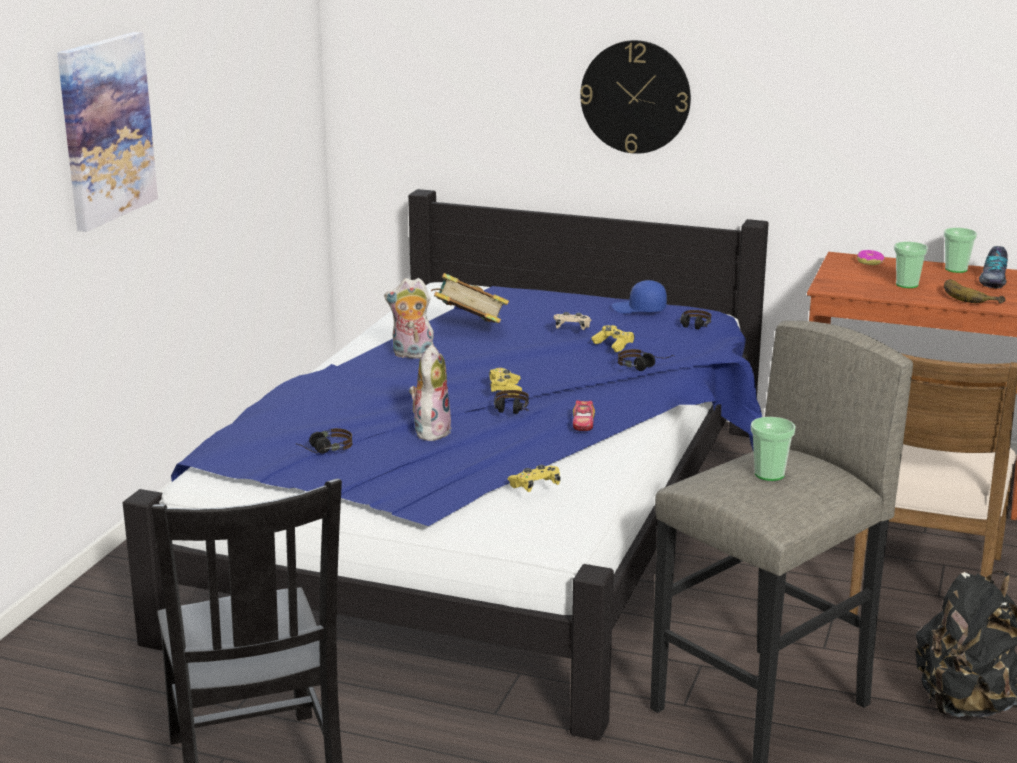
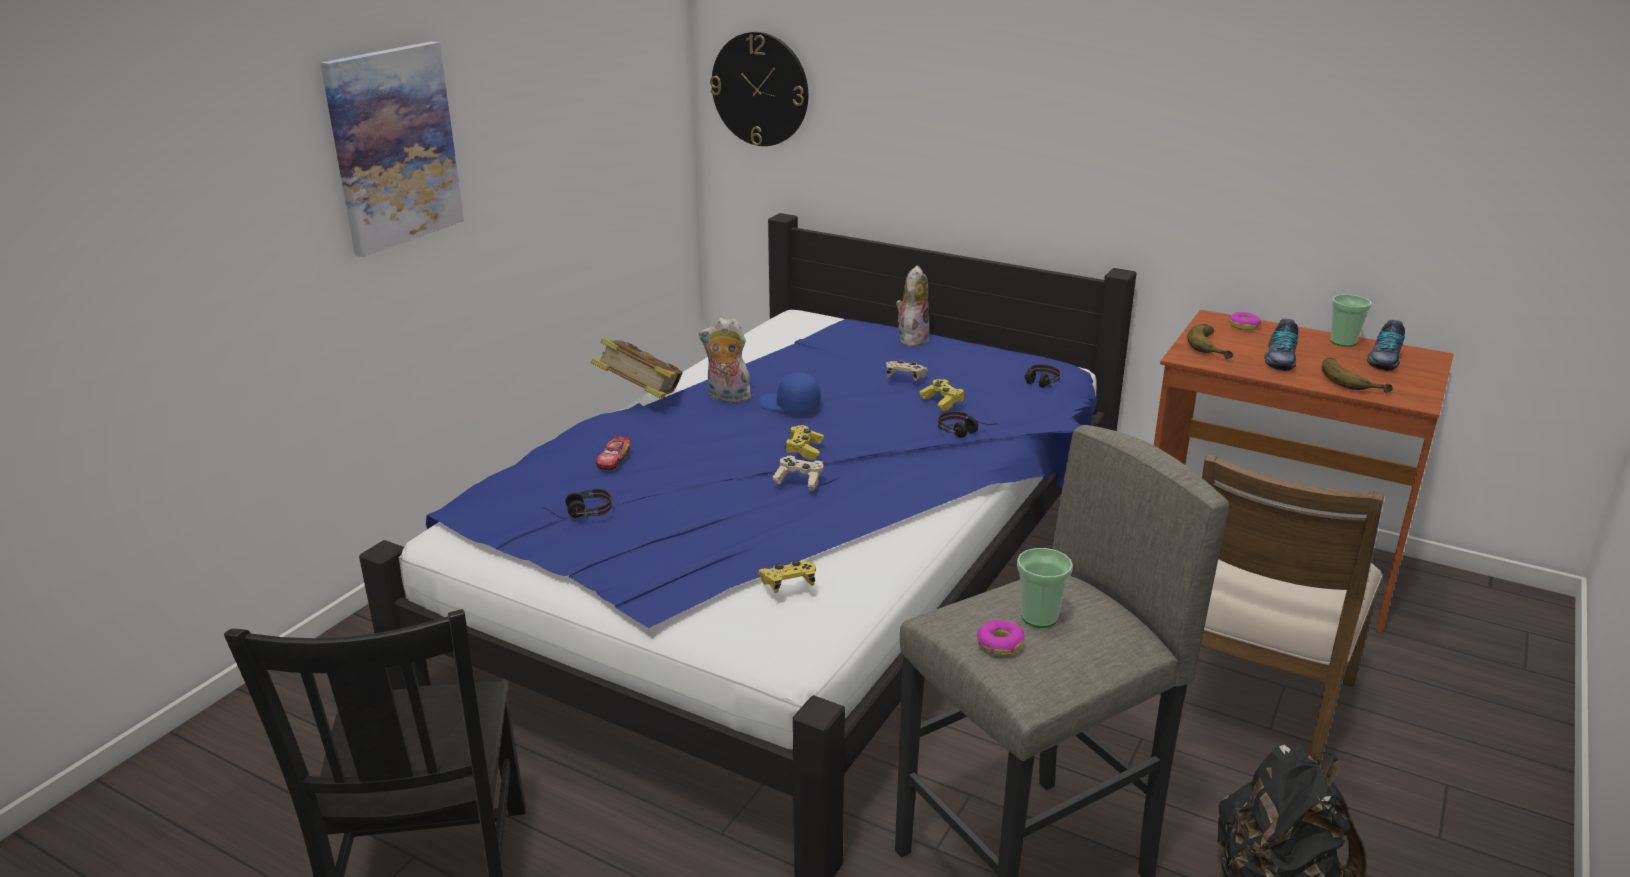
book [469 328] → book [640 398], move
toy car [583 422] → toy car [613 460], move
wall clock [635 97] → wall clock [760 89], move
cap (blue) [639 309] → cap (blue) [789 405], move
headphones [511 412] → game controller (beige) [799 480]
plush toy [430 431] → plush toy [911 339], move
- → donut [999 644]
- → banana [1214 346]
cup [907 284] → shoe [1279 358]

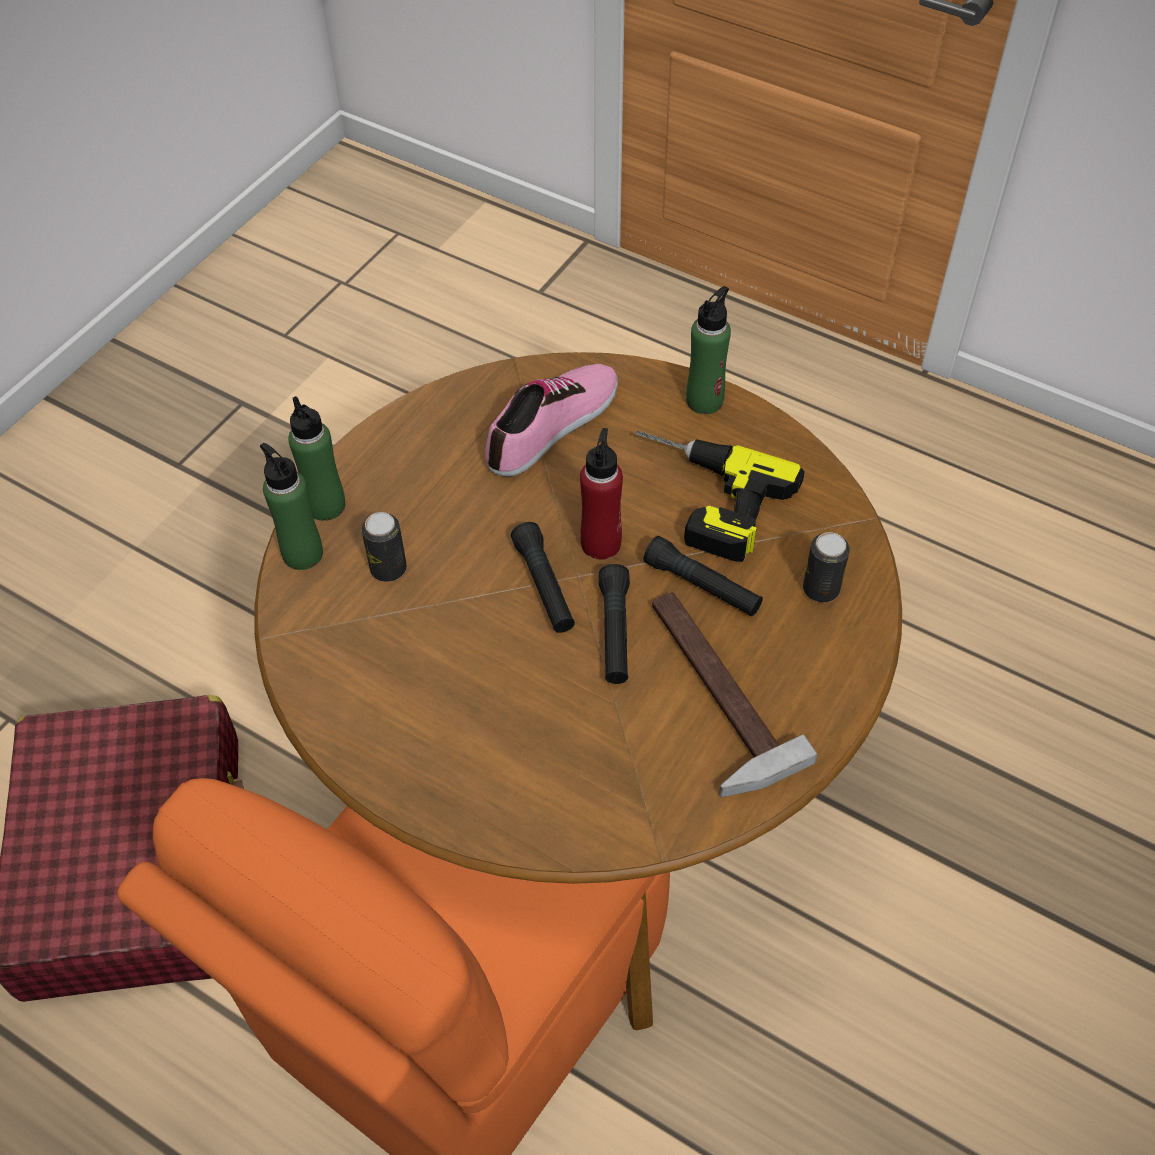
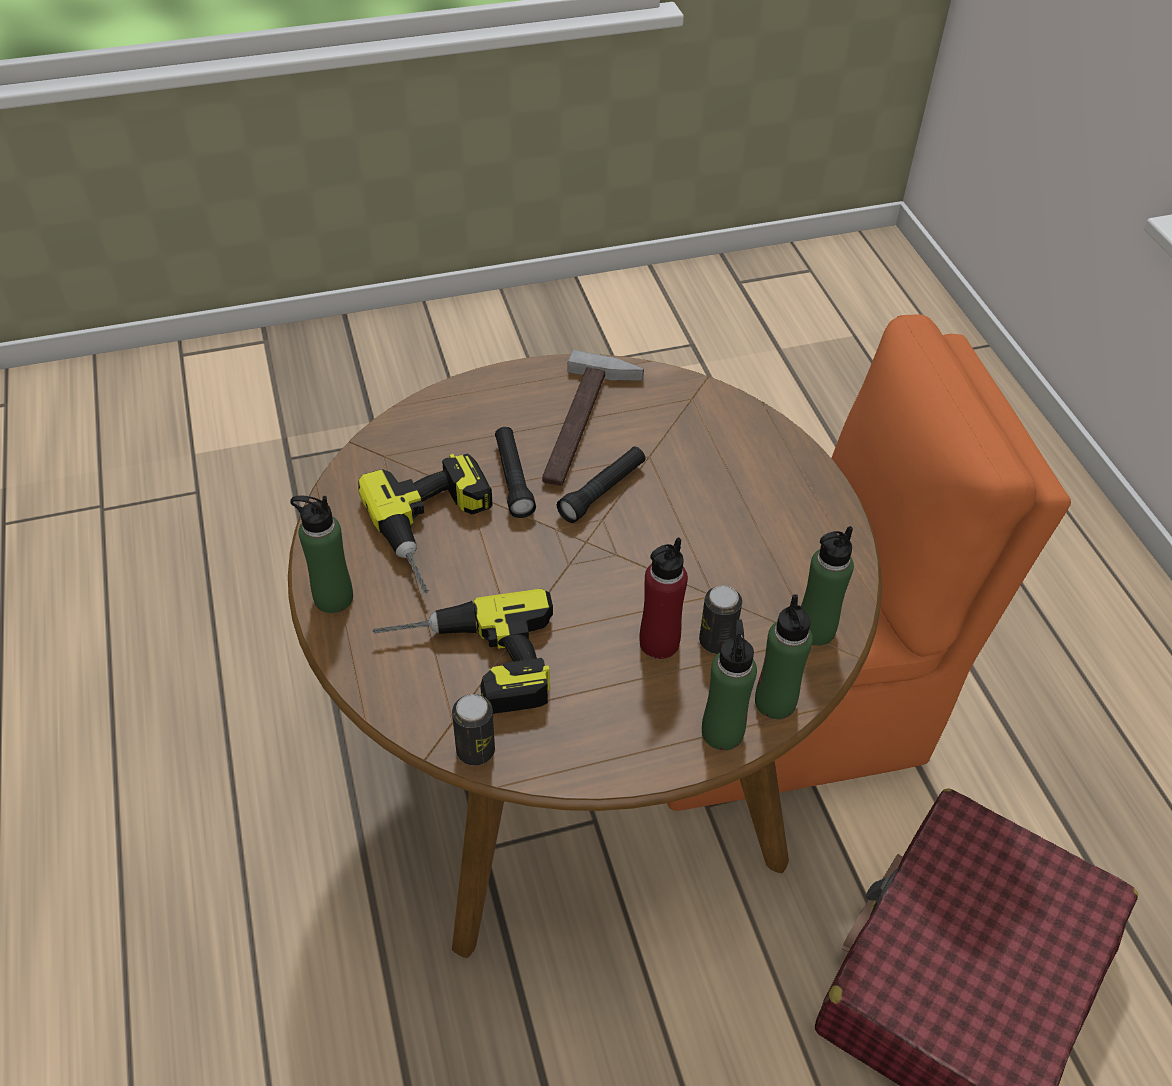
shoe [553 426] → power drill [469 664]
can [821 589] → can [475 750], move
bottle (red) [601 543] → bottle (red) [659 643], move
- → bottle (green) [815 630]
flashlight (black) [544 586] → -

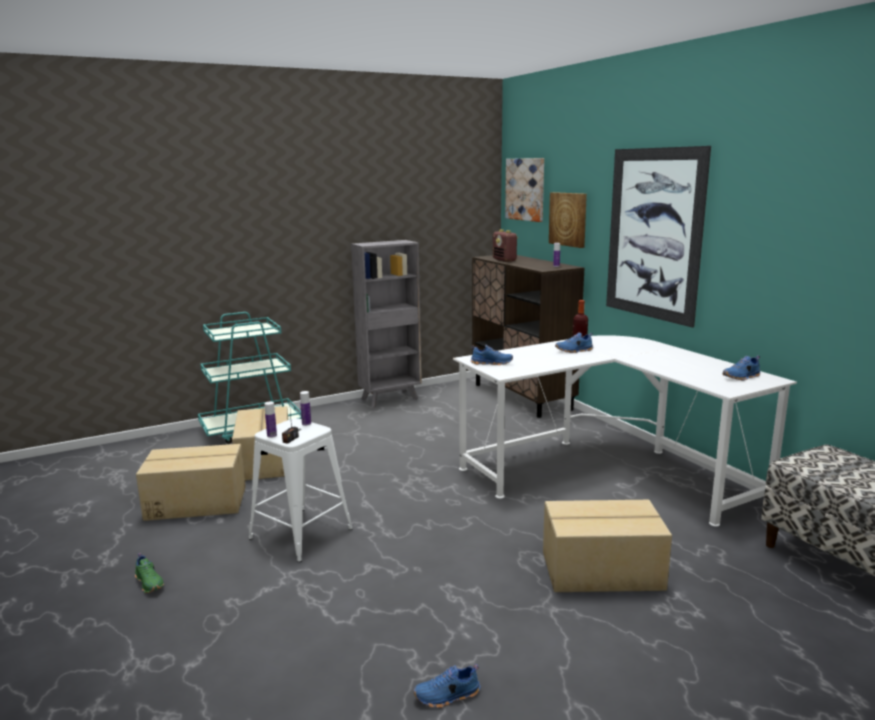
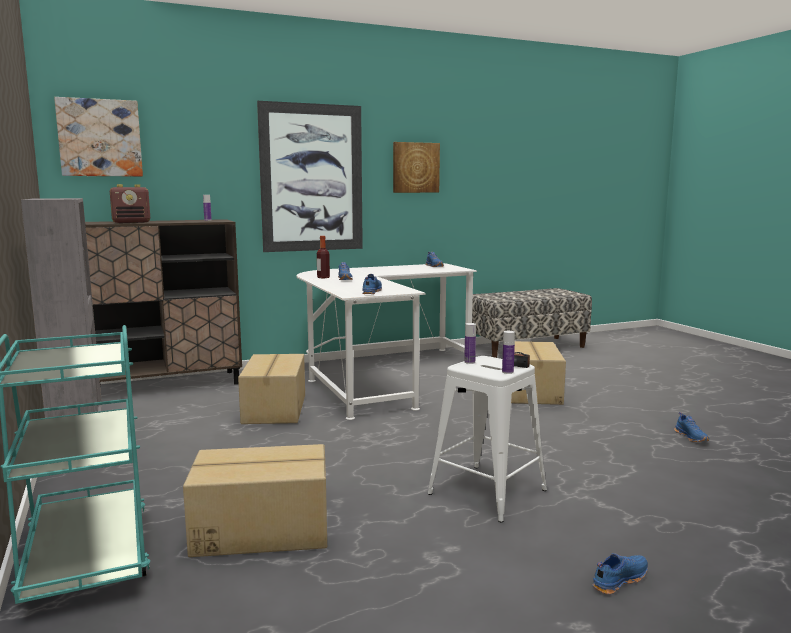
cardboard box [196 502] → cardboard box [273 409], move
picture [568 219] → picture [415 167], move
shoe (green) [150 583] → shoe (blue) [618 580]

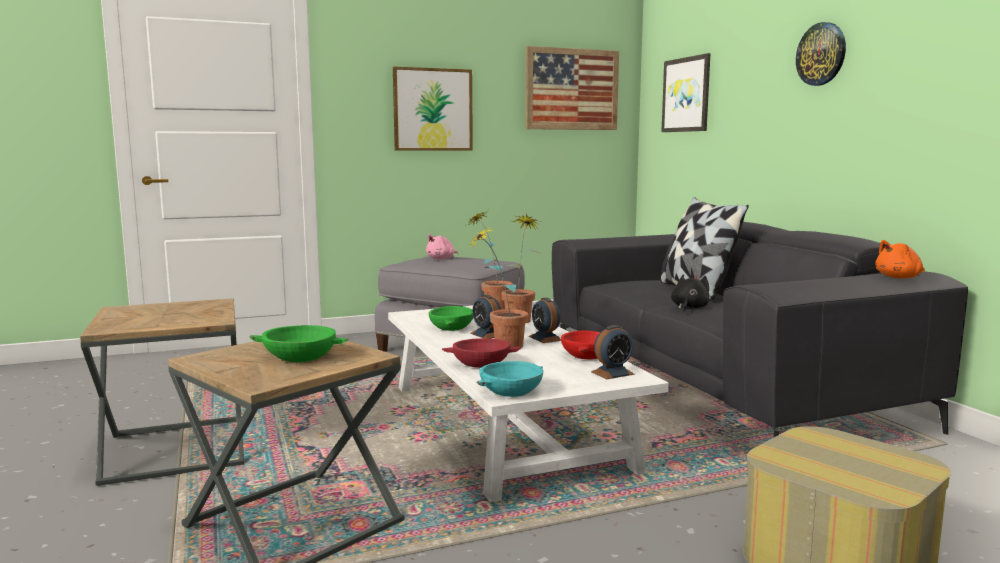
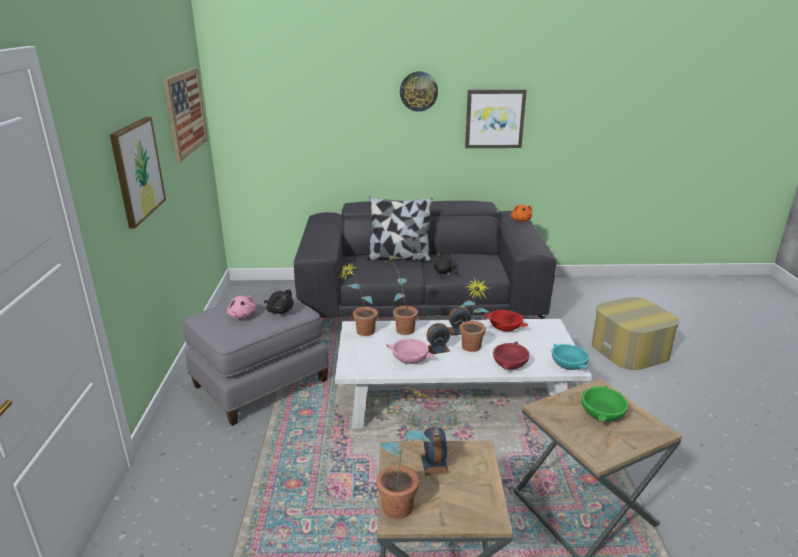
- → plush toy (black) [279 310]
- → potted plant [404 501]
bowl (green) [452 328] → bowl (pink) [410 358]
alarm clock [612 373] → alarm clock [434 463], move
picture [686 95] → picture [494 119], move

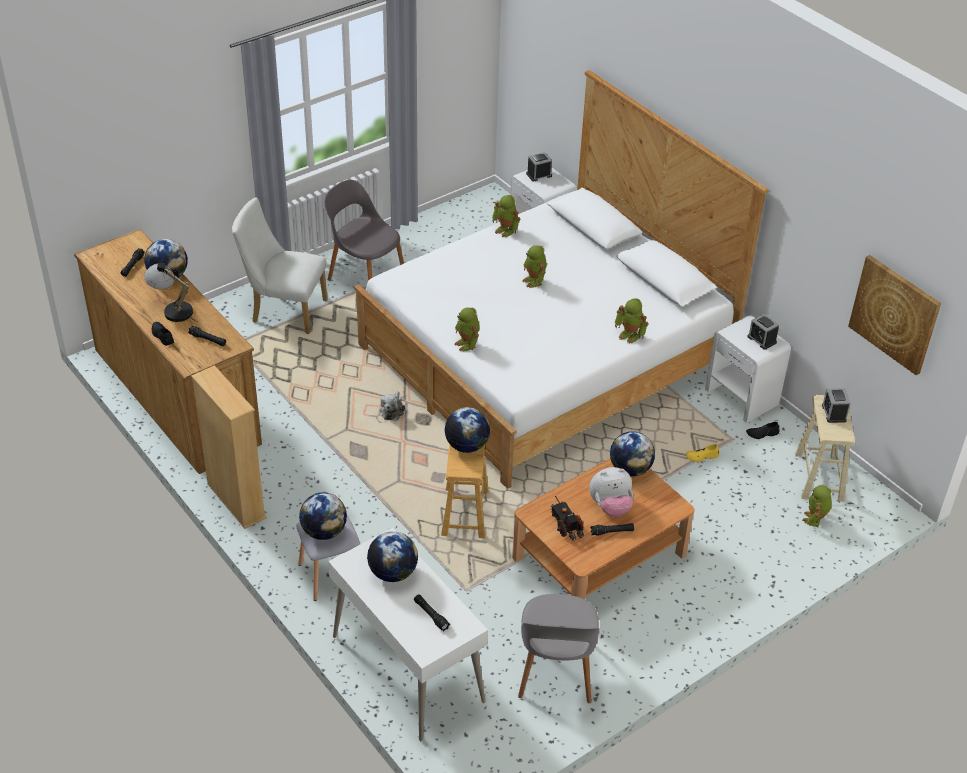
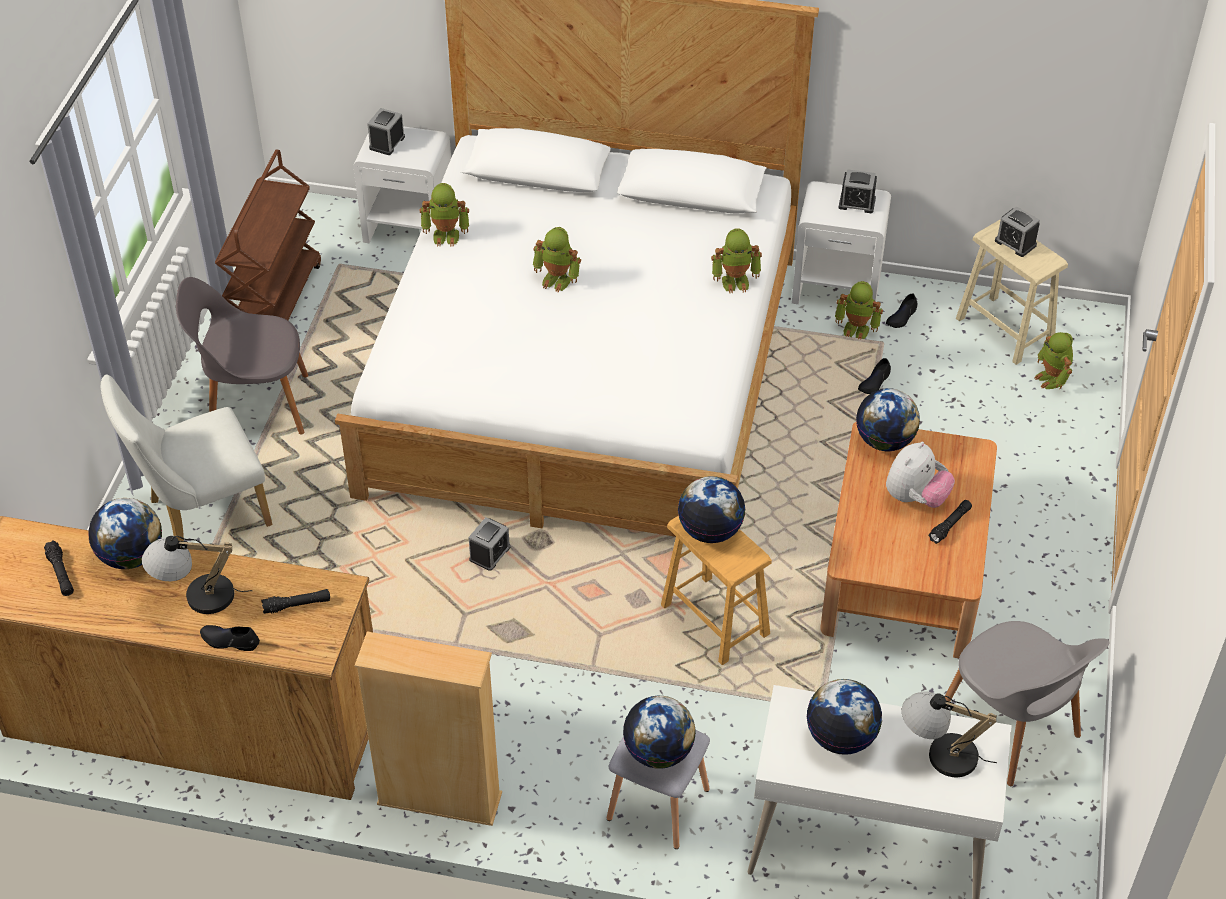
- → cart (brown) [275 302]
plush toy [392 410] → alarm clock [490 554]
toy robot [467 344] → toy robot [857 329], move
shoe (yellow) [702 456] → shoe (black) [874 382]
flashlight (black) [431 615] → table lamp [938 755]
toy truck [566 526] → -
picture [895 314] → -

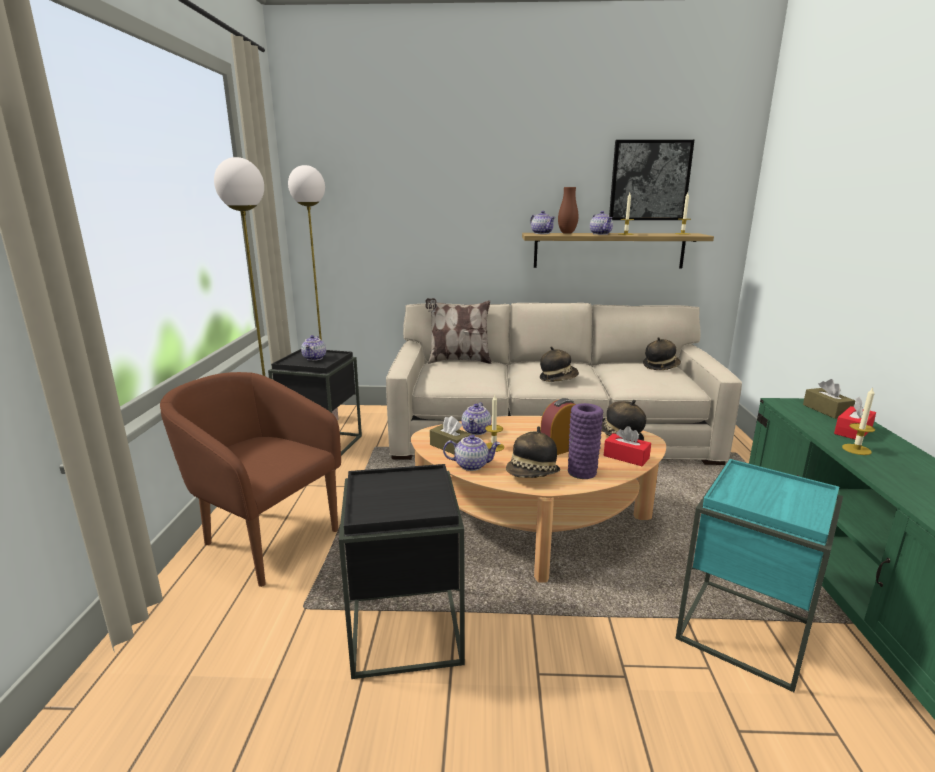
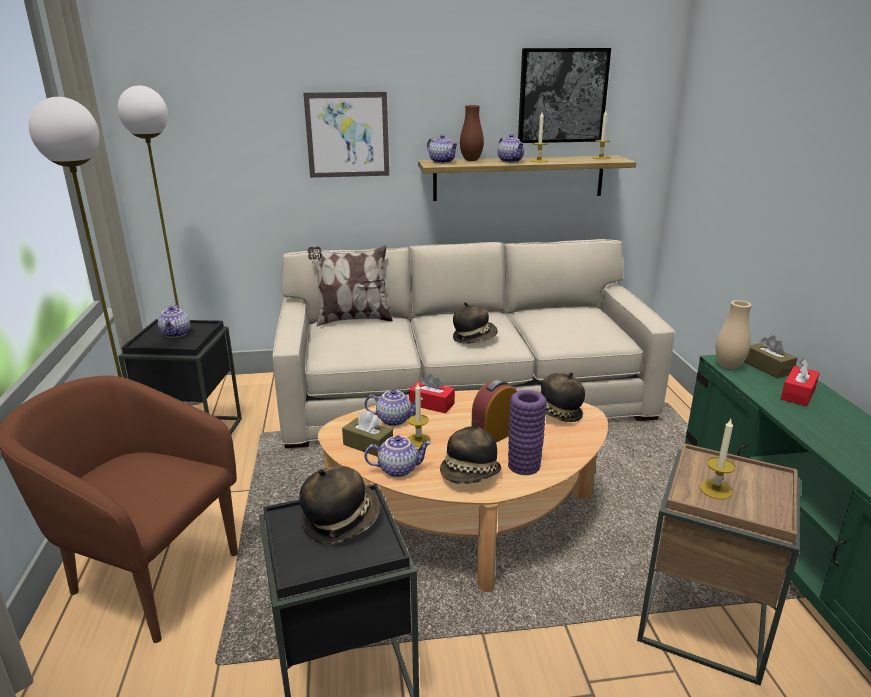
hat [660 366] → hat [341 520], move
- → picture [347 135]
teapot [477 431] → teapot [394 419], 90 degrees counterclockwise
tissue box (red) [626 457] → tissue box (red) [431 404], move
side table (turquoise) [743 630] → side table (brown) [703 620]
candle [856 449] → candle [715 489], move
- → vase (beige) [728 366]

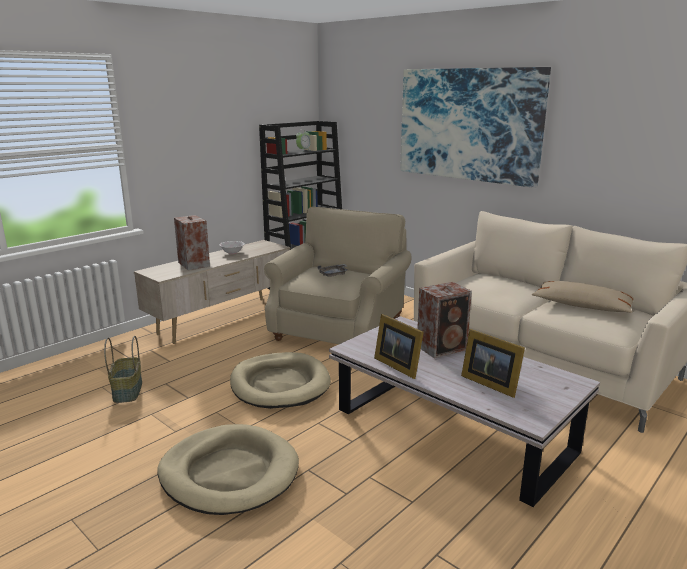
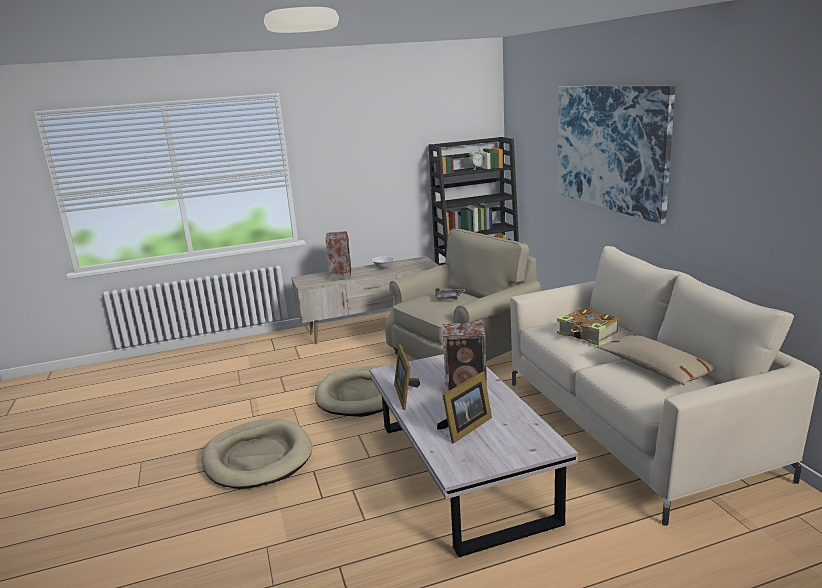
picture frame [489 383] → picture frame [465 428], 120 degrees counterclockwise
- → book [587 334]
basket [127 391] → -

